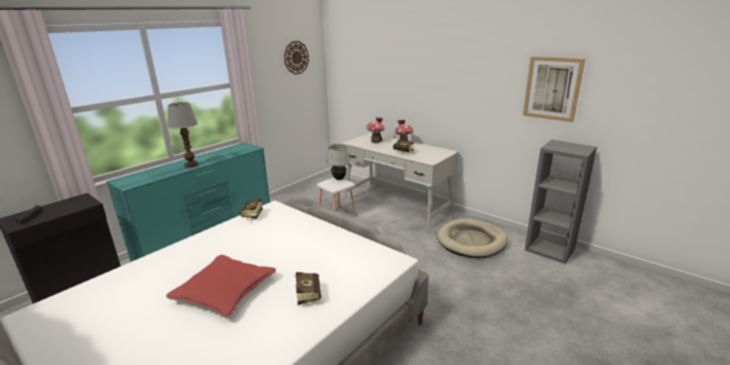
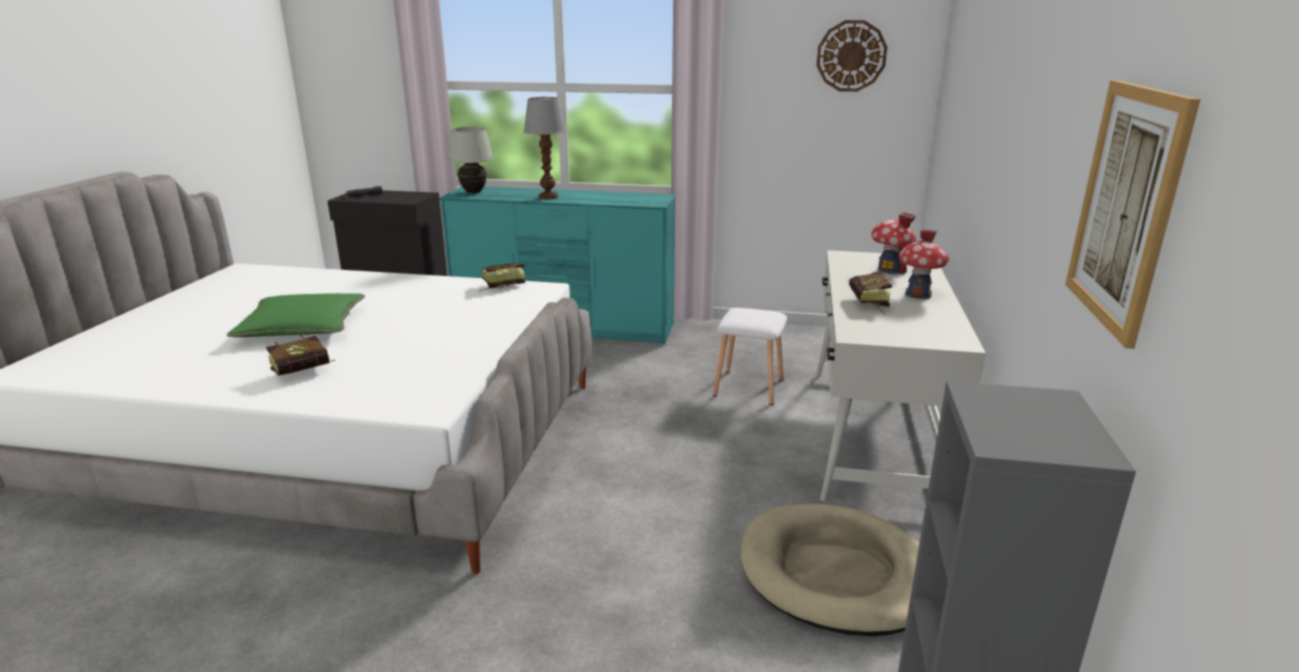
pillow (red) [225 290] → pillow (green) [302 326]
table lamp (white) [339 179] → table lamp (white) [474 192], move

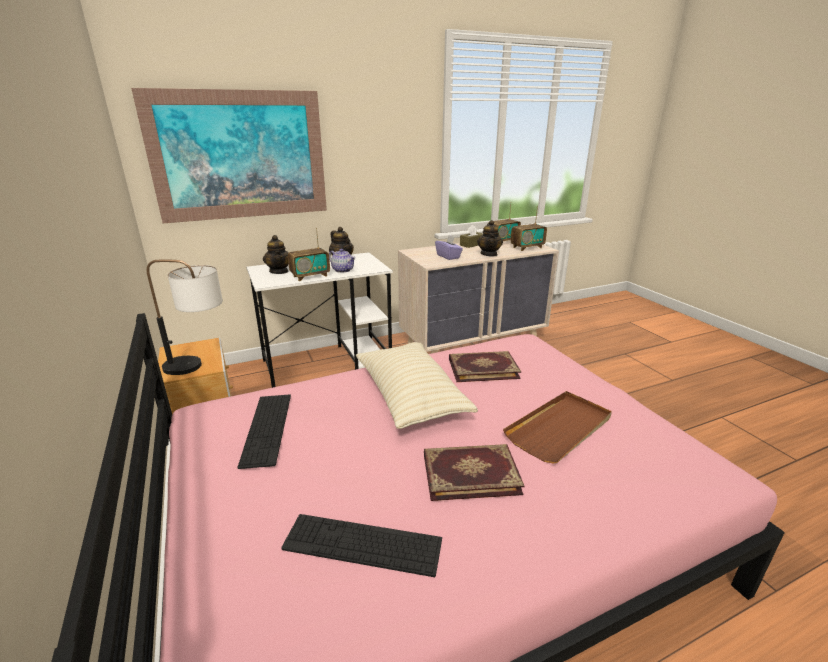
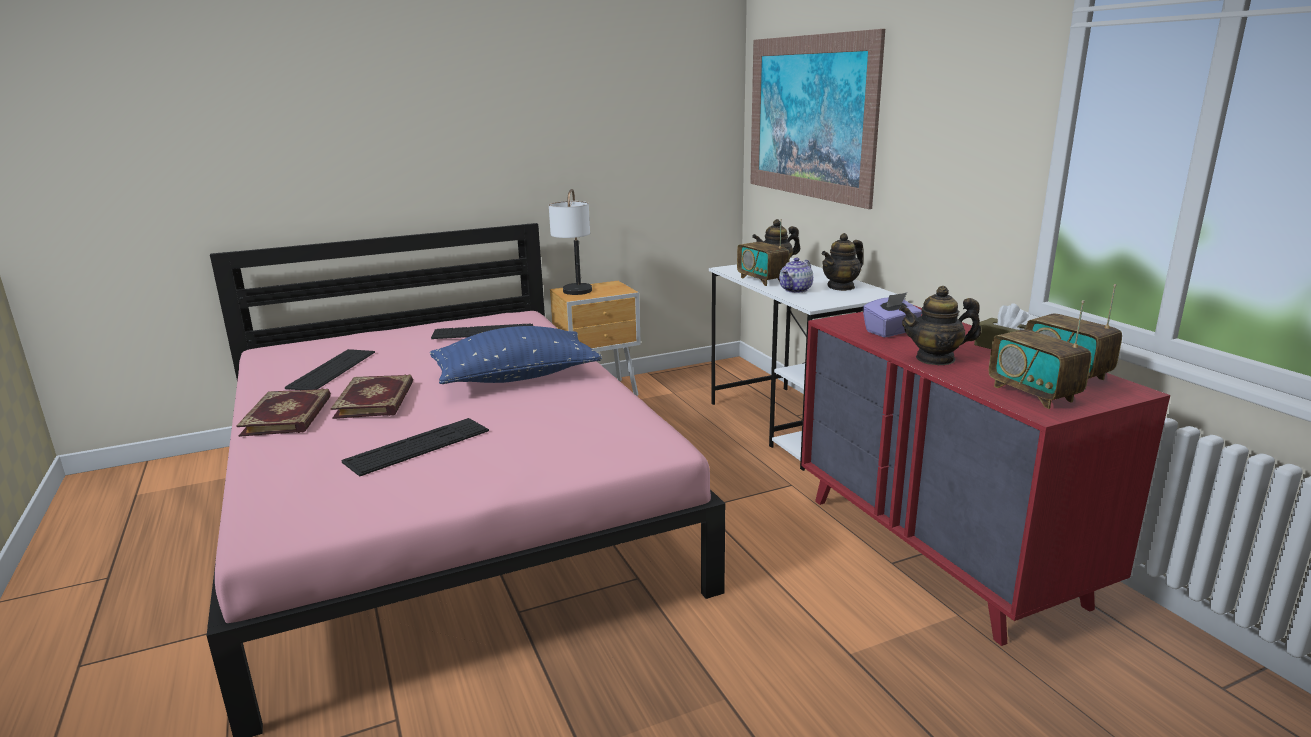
book [483 368] → book [289 416], move
tray (brown) [560 428] → keyboard [418 446]
pillow (beige) [410 397] → pillow (blue) [516 377]
dresser (beige) [473 342] → dresser (red) [941 550]

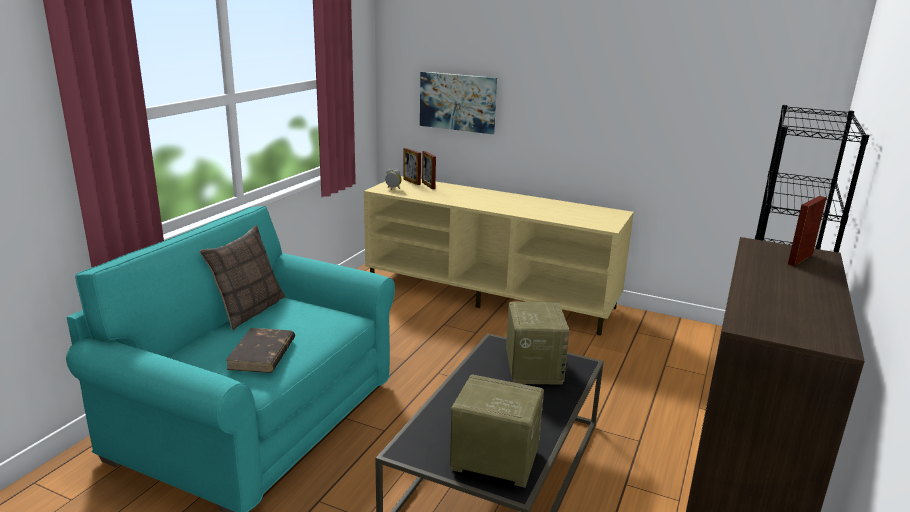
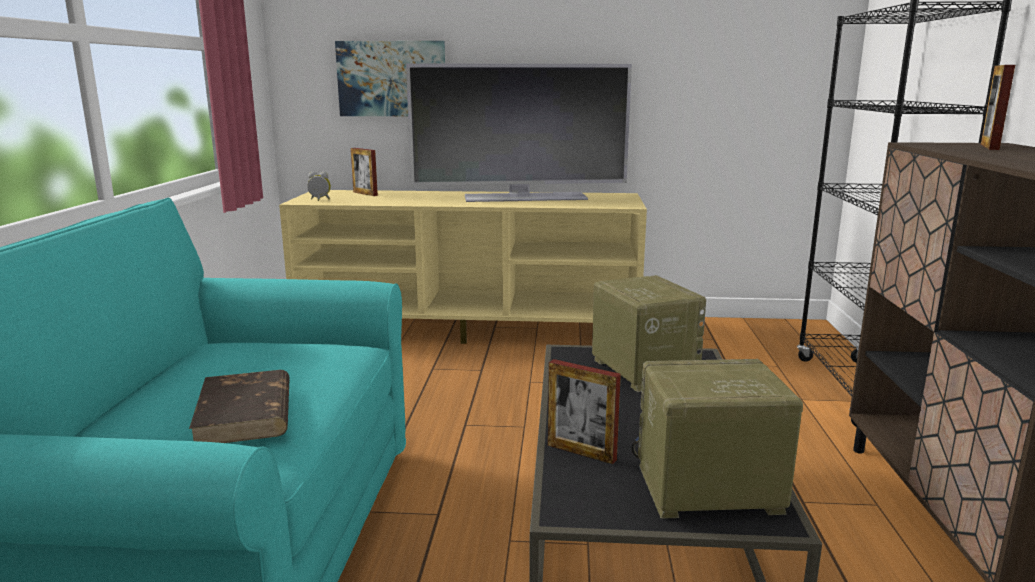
- → television [524 197]
picture frame [411 182] → picture frame [581 452], move
pillow [249 310] → -

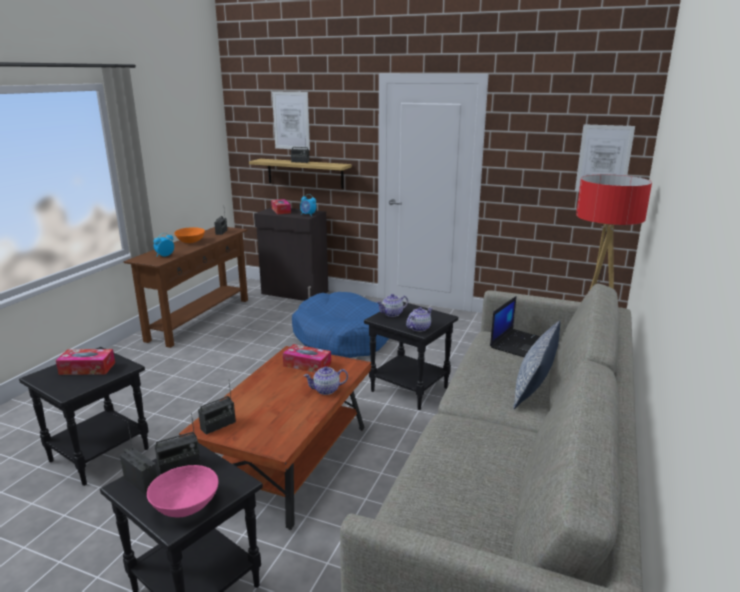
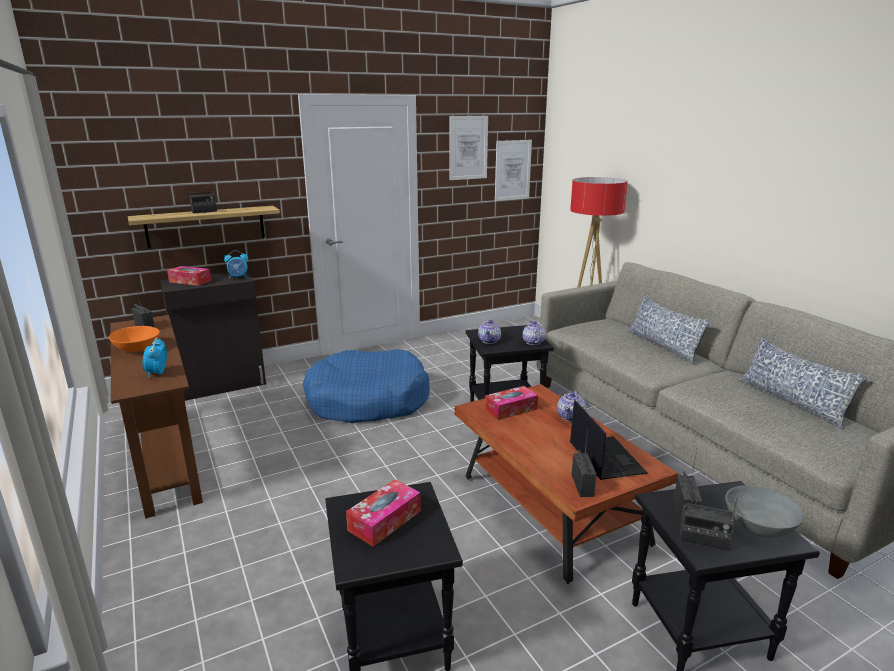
picture [291 120] → picture [468 148], move
laptop [518 343] → laptop [605 458], move
radio [141 482] → radio [703 541], 150 degrees counterclockwise
bowl (pink) [186 506] → bowl (grey) [760 526]
- → pillow [791 401]

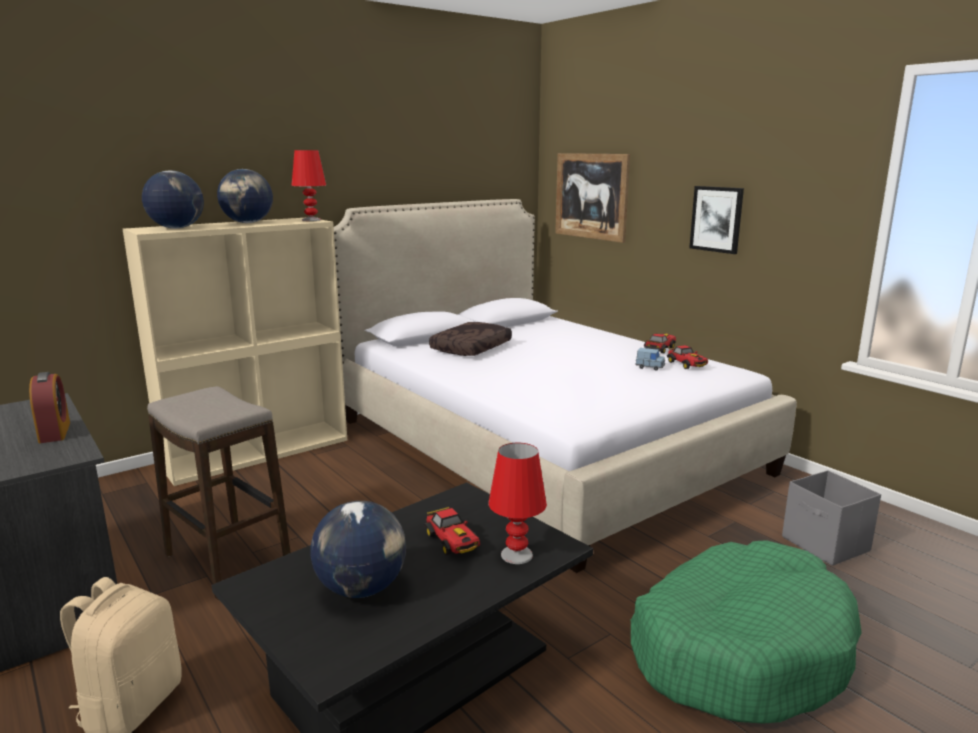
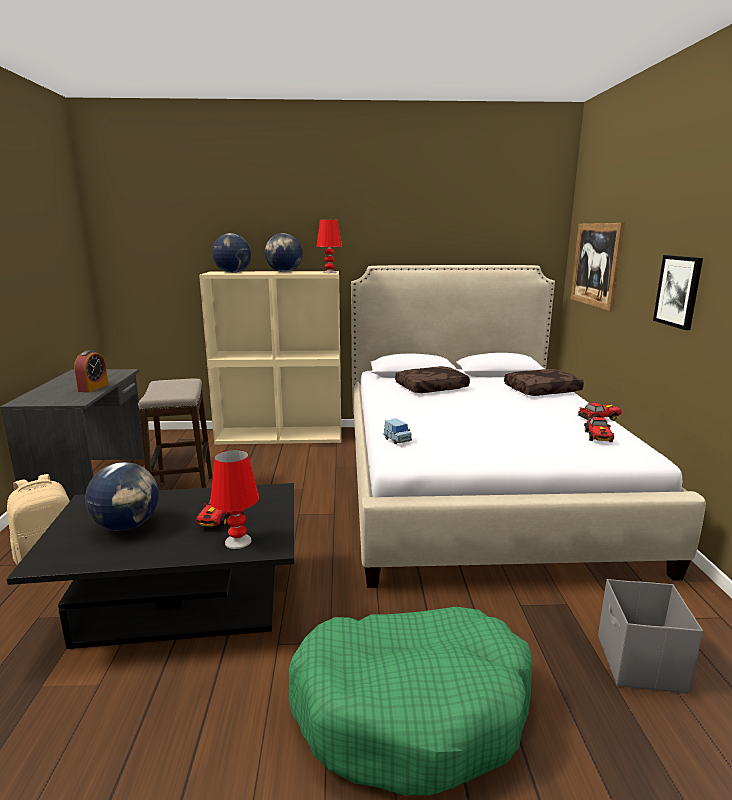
toy car (blue) [650 367] → toy car (blue) [397 440], move
- → pillow (brown) [542 390]

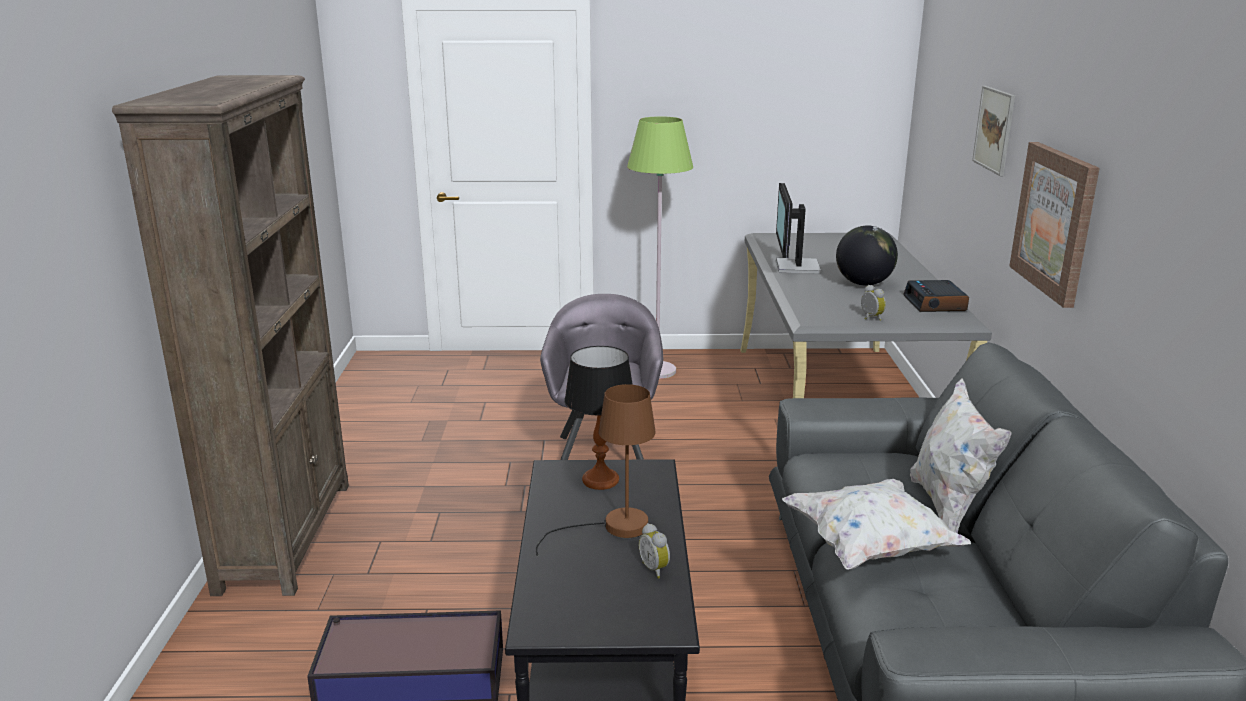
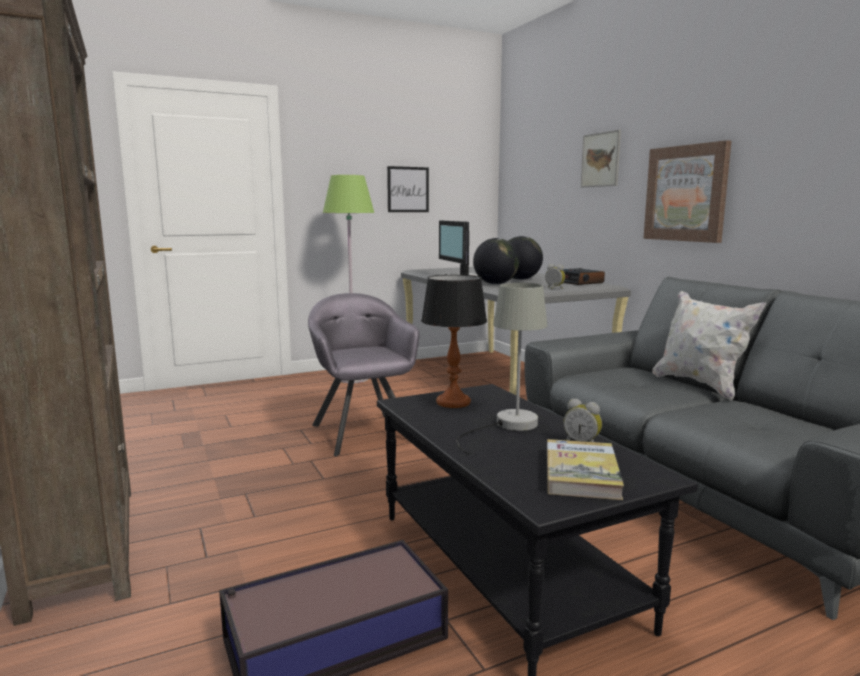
- → picture [408 189]
table lamp (brown) [613 528] → table lamp (grey) [507 427]
- → globe [495 284]
- → book [581 473]
pillow (white) [870 547] → -

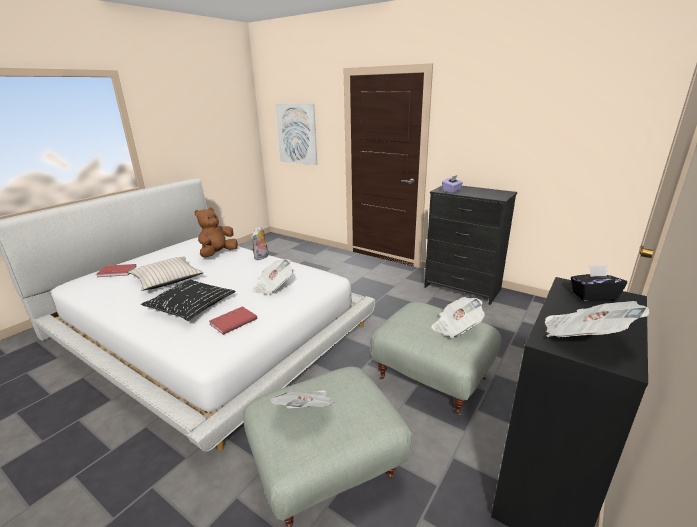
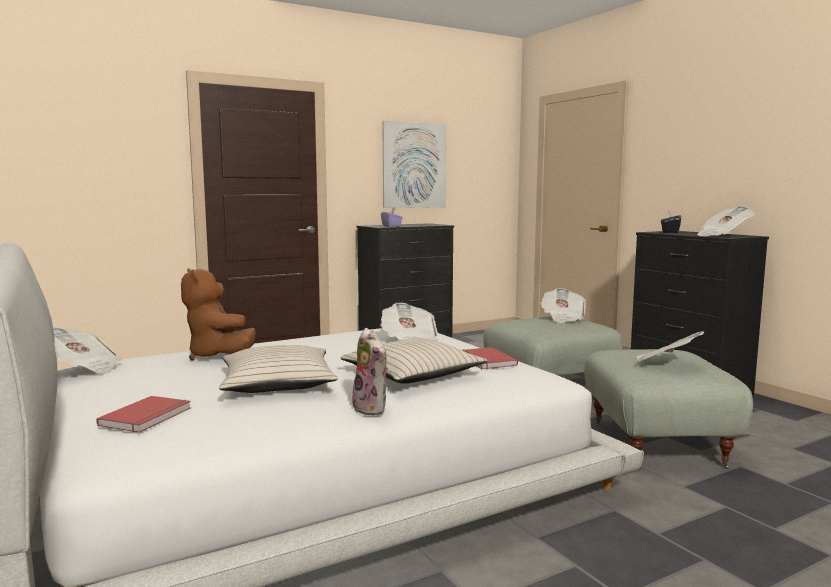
- → newspaper [83 369]
pillow (black) [191 306] → pillow (beige) [412 374]
plush toy [261 257] → plush toy [372 409], move
picture [296 134] → picture [414 165], move

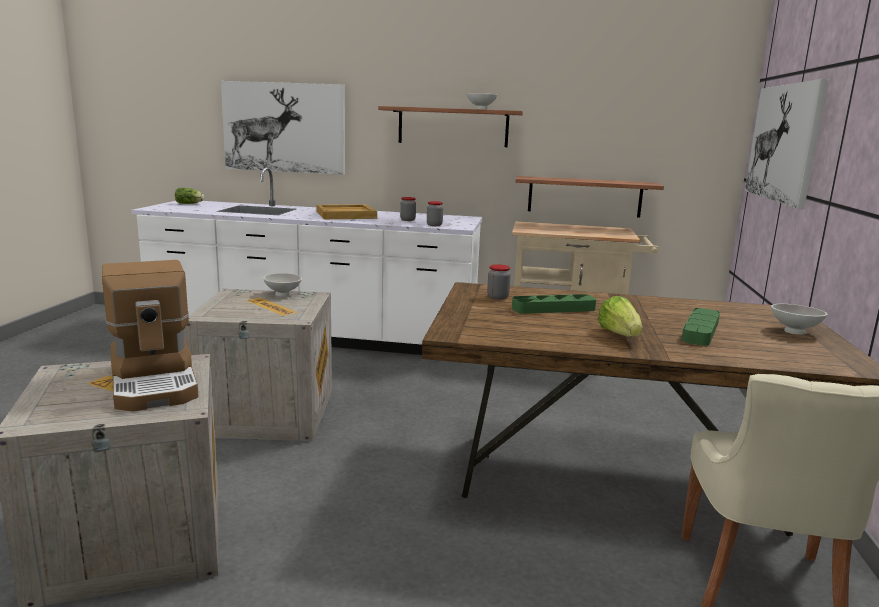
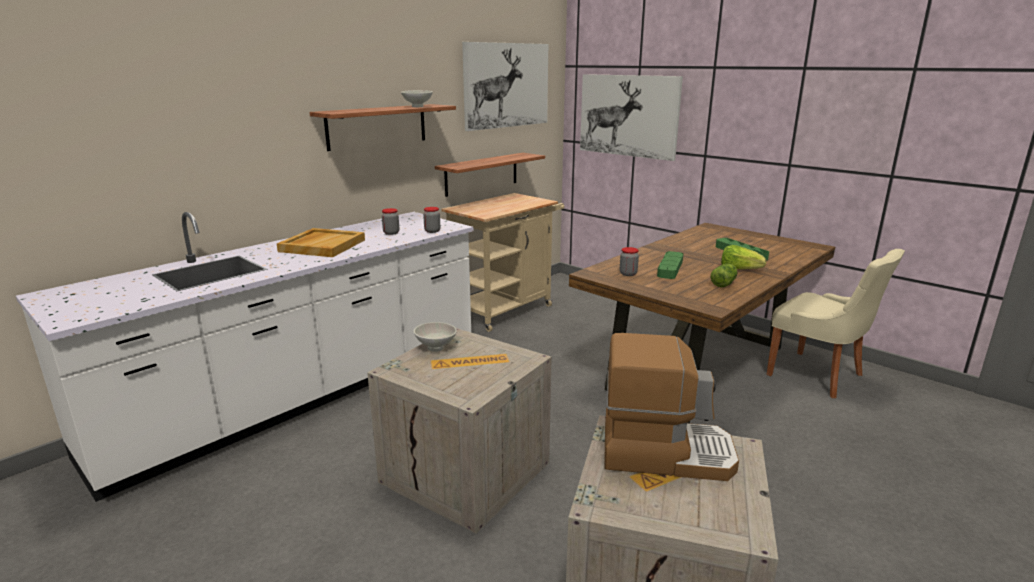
picture [284 127] → picture [506 85], move
lettuce [190 203] → lettuce [724 283], move
bowl (white) [793 331] → -

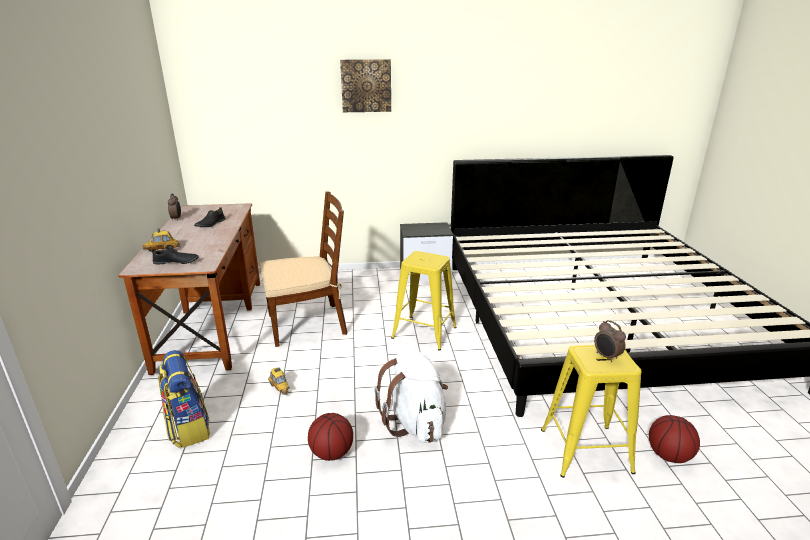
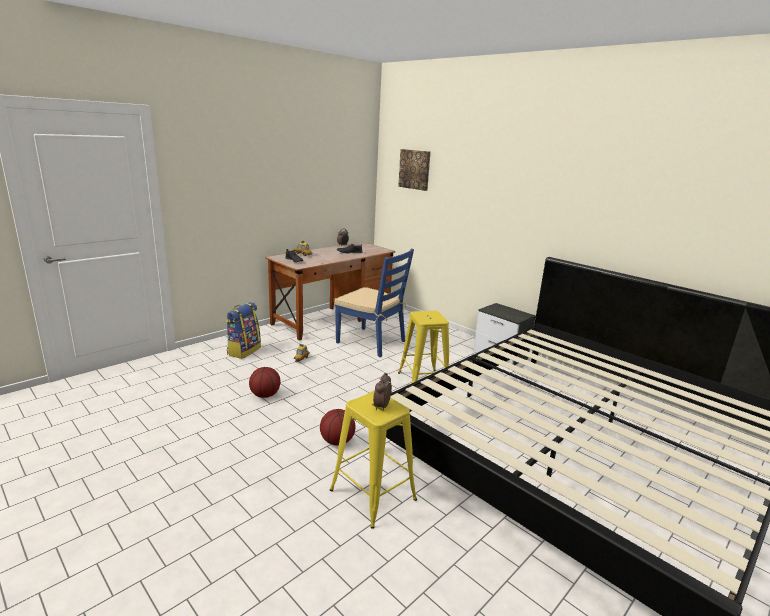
basketball [668 455] → basketball [337 441], move
chair (brown) [308 324] → chair (blue) [371 342]
picture [366 85] → picture [415 169], move
backpack (white) [415 423] → -

